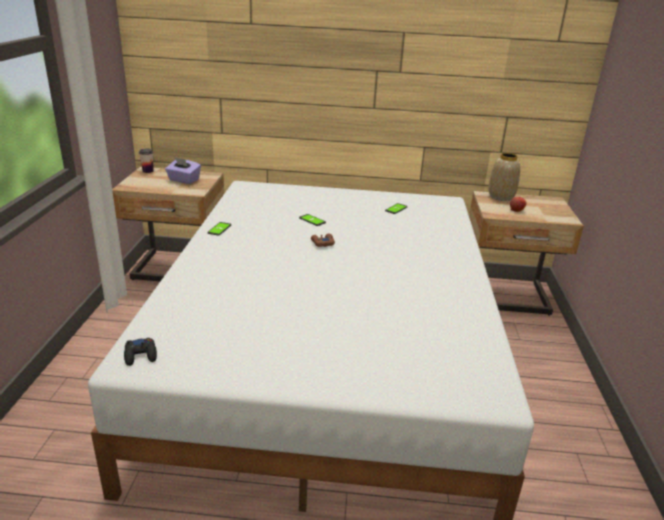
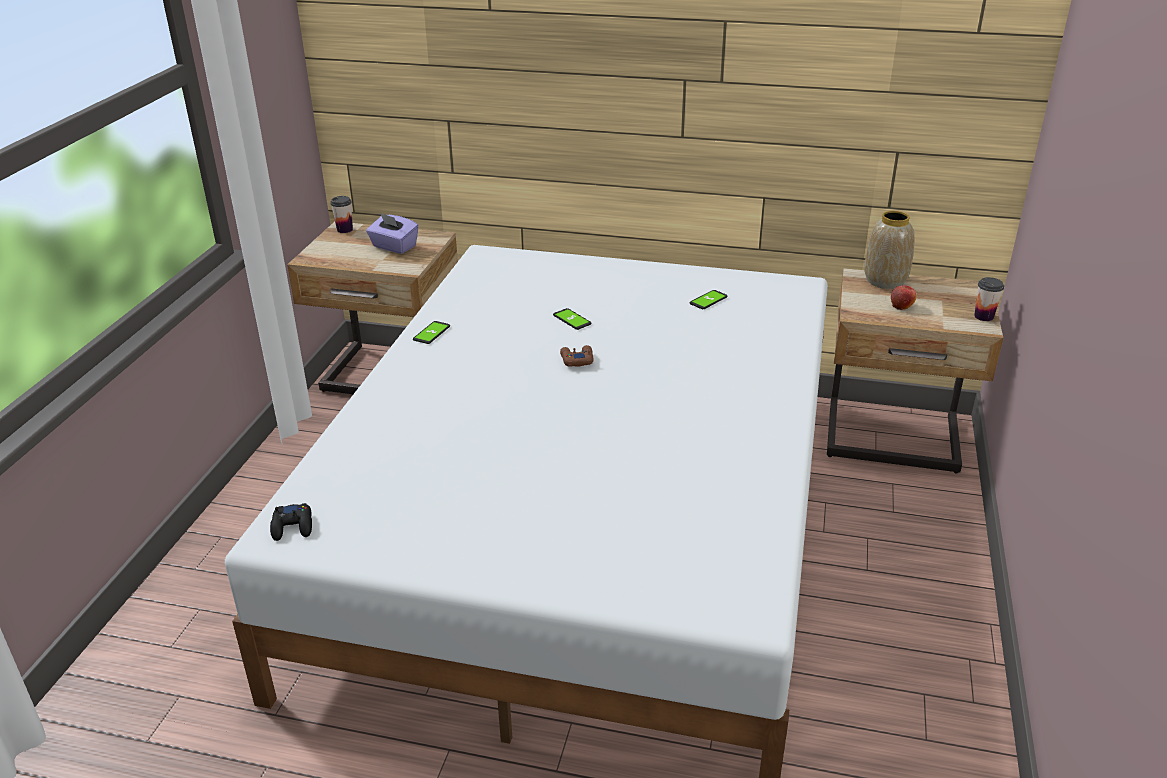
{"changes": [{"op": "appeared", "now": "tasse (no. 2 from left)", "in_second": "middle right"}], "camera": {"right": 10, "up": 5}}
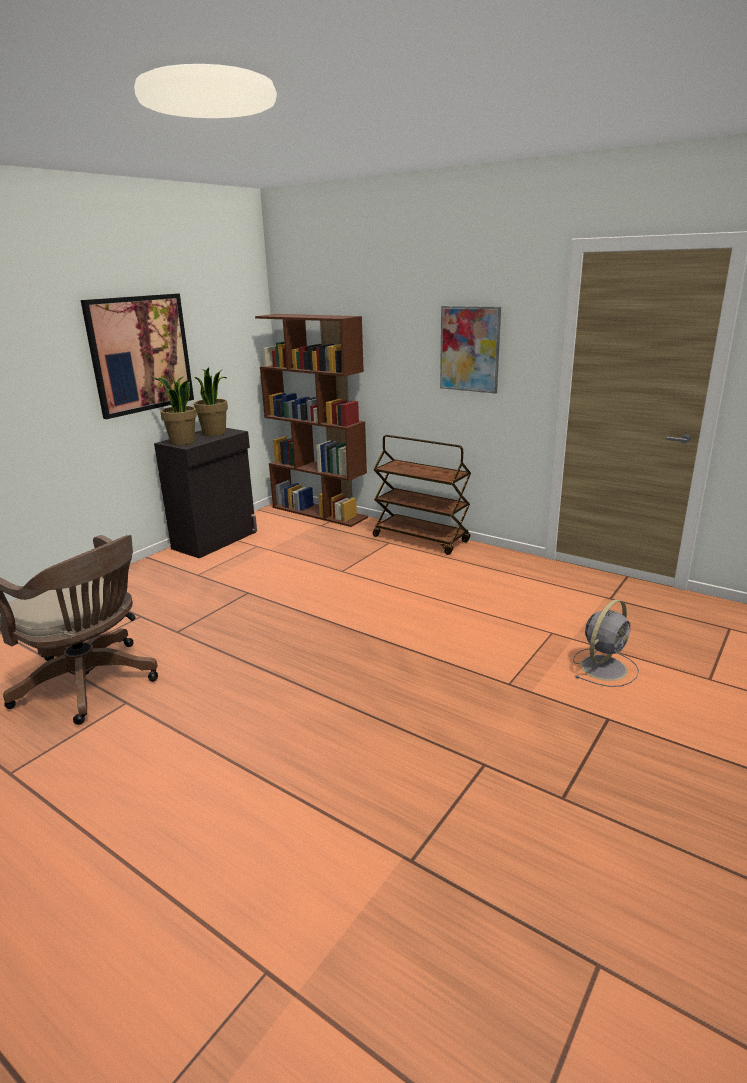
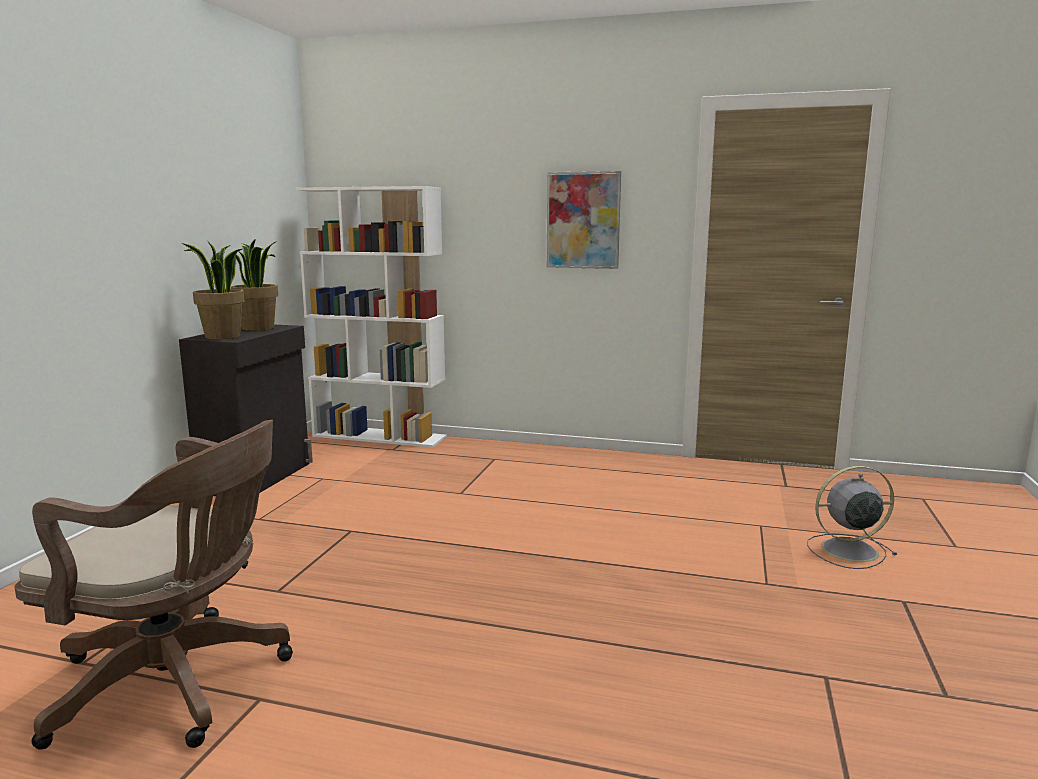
{"changes": [{"op": "missing", "was": "tableau (no. 1 from left)", "in_first": "top left"}, {"op": "colour", "was": "bibliothèque (marron)", "now": "bibliothèque (blanc)", "in_first": "centre", "in_second": "centre"}, {"op": "missing", "was": "chariot (marron)", "in_first": "centre"}, {"op": "spun", "was": "ventilateur (gris)", "in_first": "middle right", "in_second": "middle right", "clockwise": -120}], "camera": {"right": -20, "up": -10}}
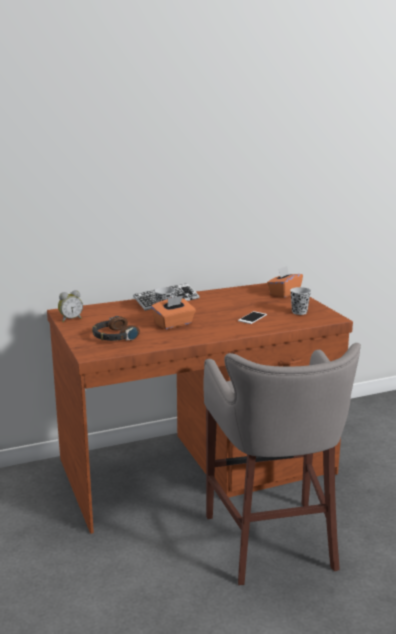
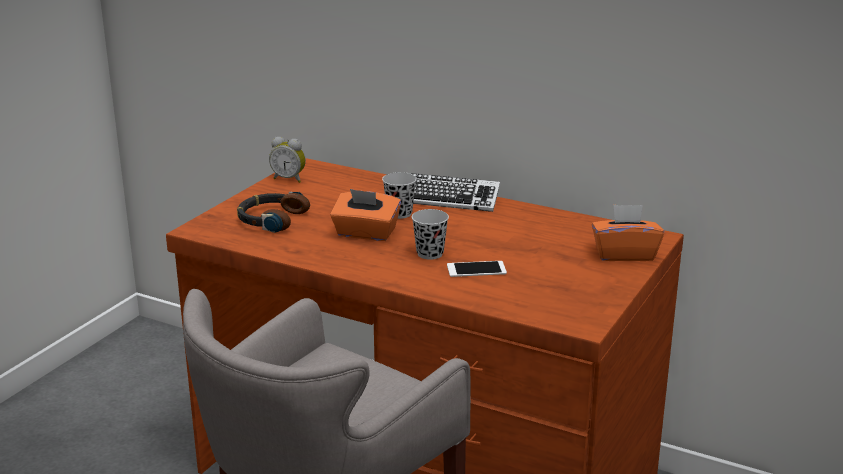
{"changes": [{"op": "relocated", "was": "tasse (noir) (no. 2 from left)", "in_first": "middle right", "in_second": "centre"}], "camera": {"right": 50, "up": 5}}
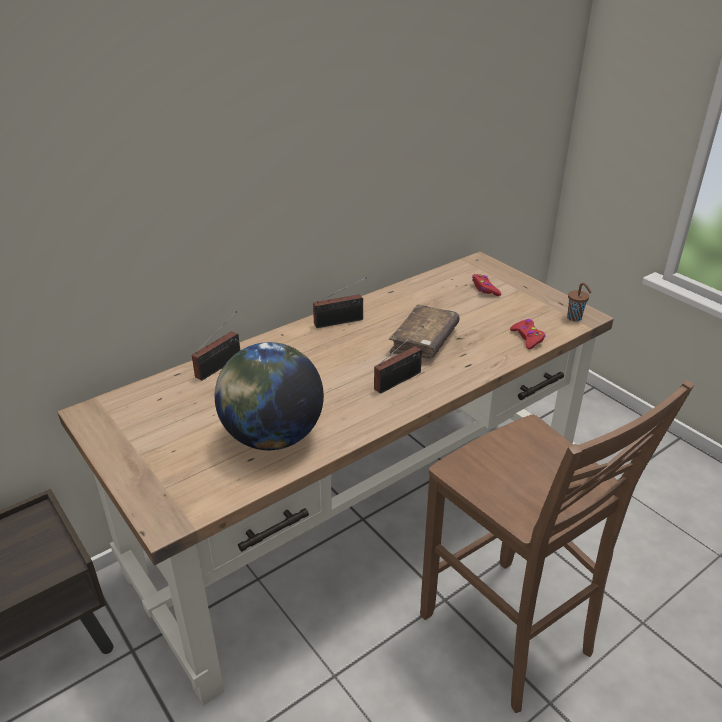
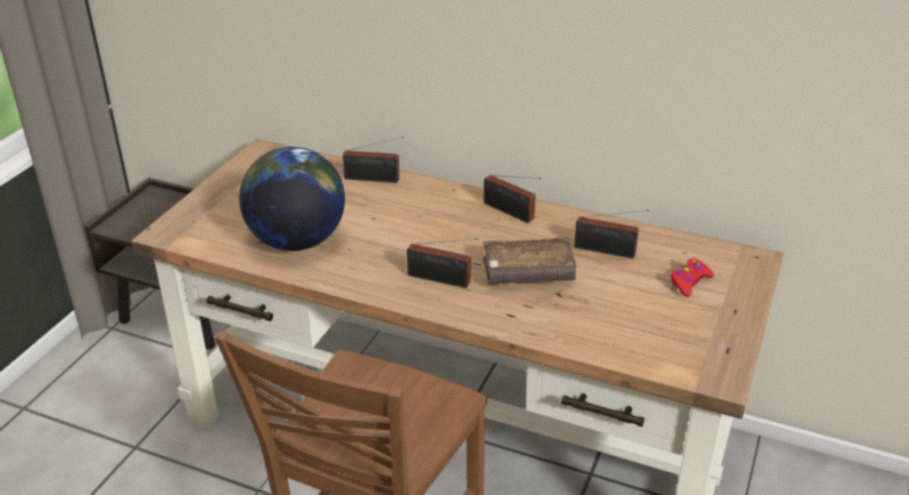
{"changes": [{"op": "missing", "was": "manette (rouge) (no. 2 from left)", "in_first": "middle right"}, {"op": "missing", "was": "tasse (marron)", "in_first": "middle right"}, {"op": "appeared", "now": "radio (no. 4 from left)", "in_second": "middle right"}], "camera": {"right": 60, "up": 0}}
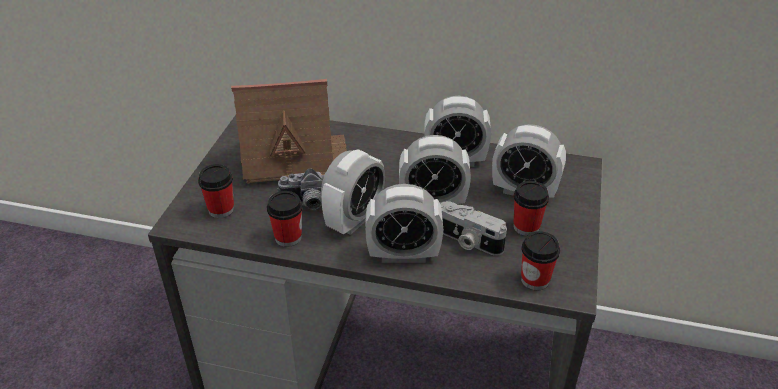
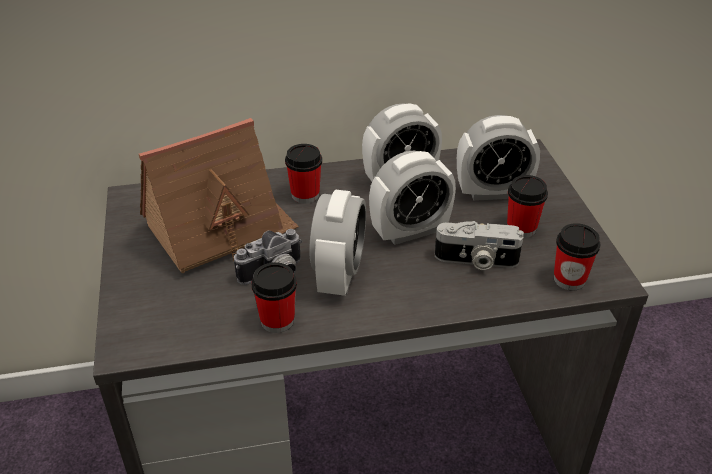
{"changes": [{"op": "relocated", "was": "tasse (no. 1 from left in the first image)", "now": "tasse (no. 2 from left)", "in_first": "middle left", "in_second": "centre"}, {"op": "missing", "was": "réveil (no. 2 from left)", "in_first": "centre"}], "camera": {"right": -25, "up": 0}}
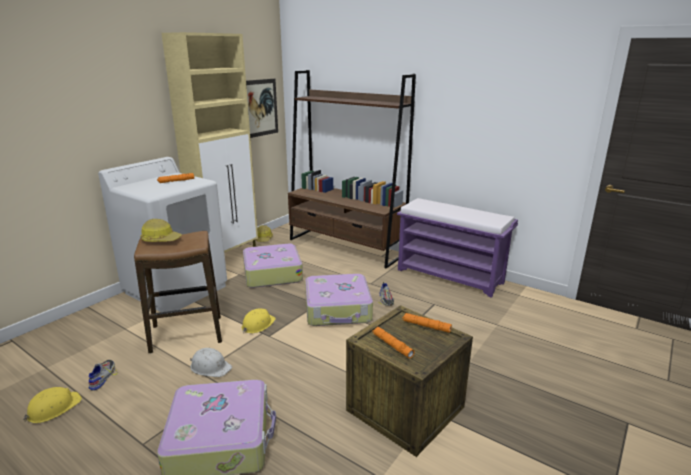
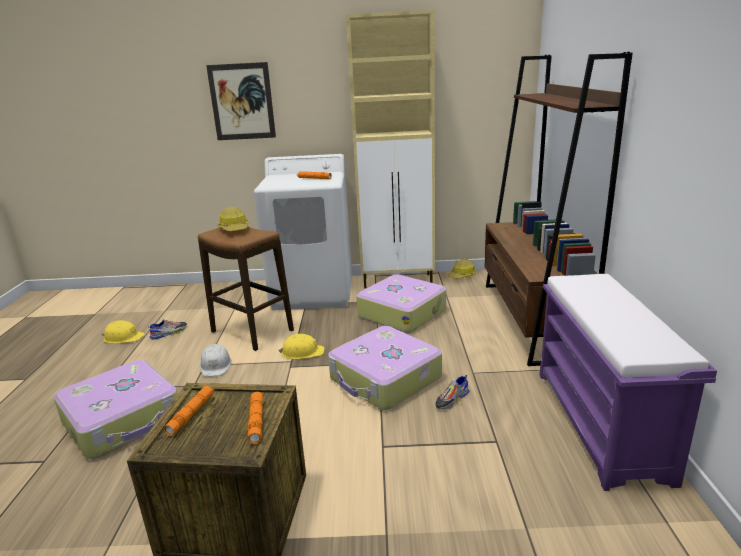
{"changes": [{"op": "relocated", "was": "tableau", "in_first": "top centre", "in_second": "top left"}], "camera": {"right": 55, "up": 0}}
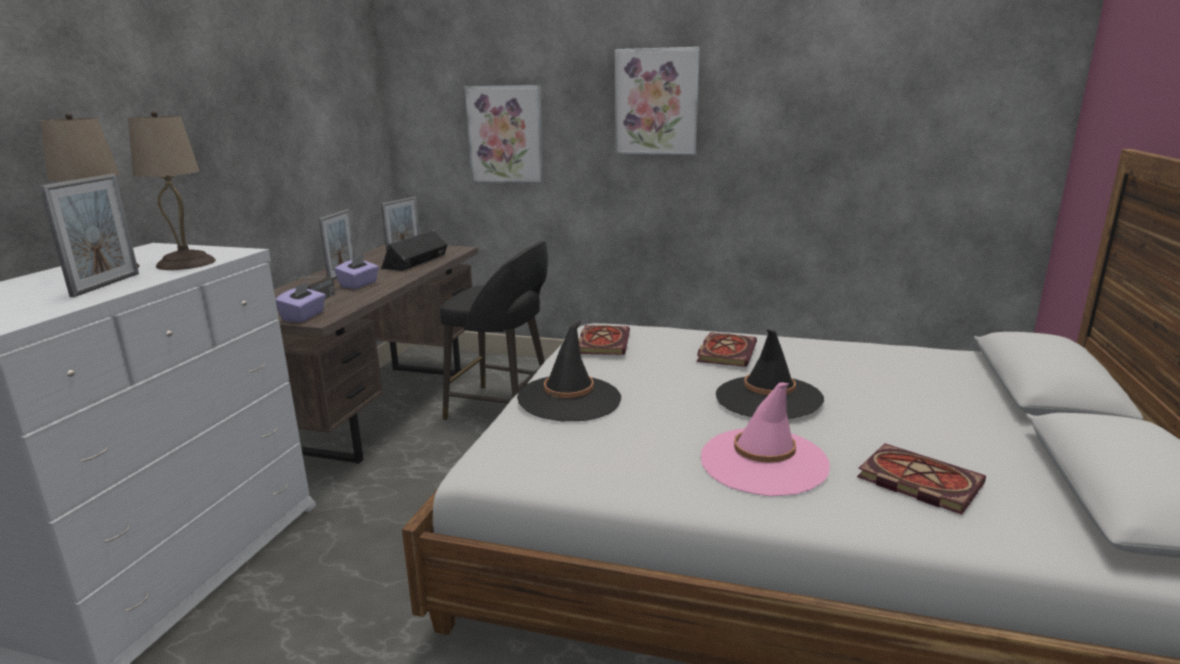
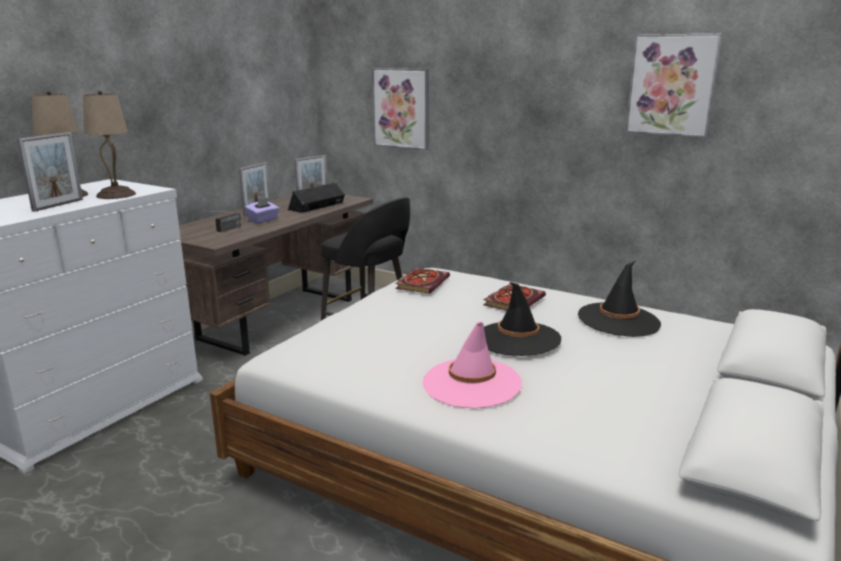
{"changes": [{"op": "missing", "was": "boîte à mouchoirs (violet) (no. 1 from left)", "in_first": "middle left"}, {"op": "relocated", "was": "chapeau (noir) (no. 1 from left in the first image)", "now": "chapeau (noir) (no. 2 from left)", "in_first": "centre", "in_second": "middle right"}, {"op": "relocated", "was": "tableau (no. 2 from left)", "in_first": "top centre", "in_second": "top right"}, {"op": "missing", "was": "livre (no. 3 from left)", "in_first": "bottom right"}], "camera": {"right": 15, "up": 0}}
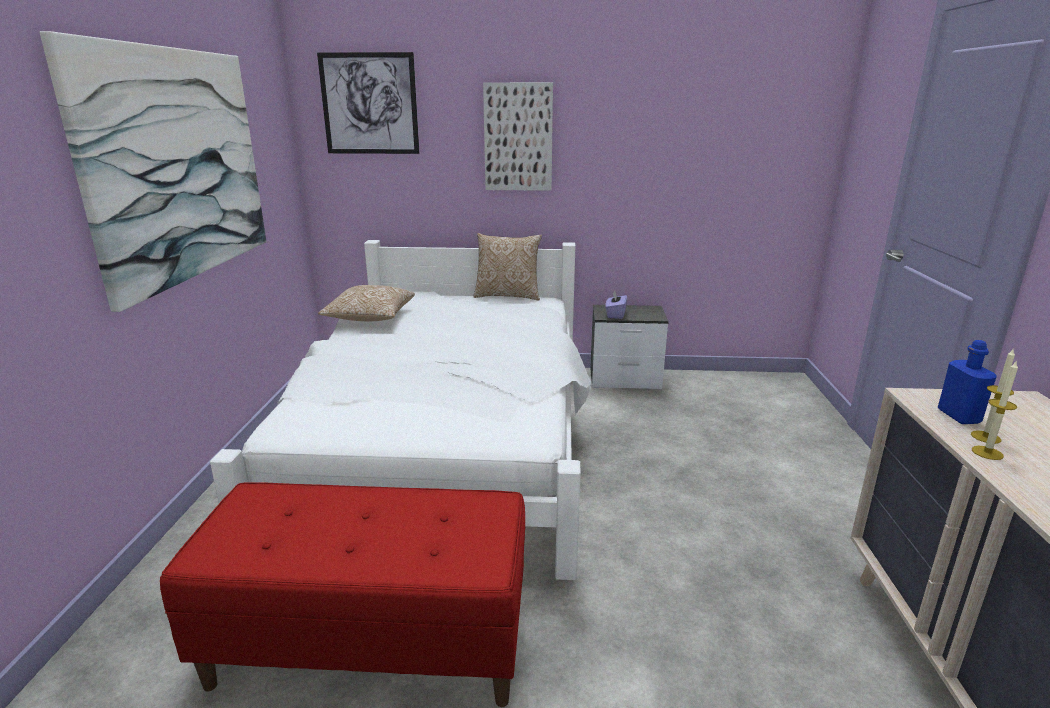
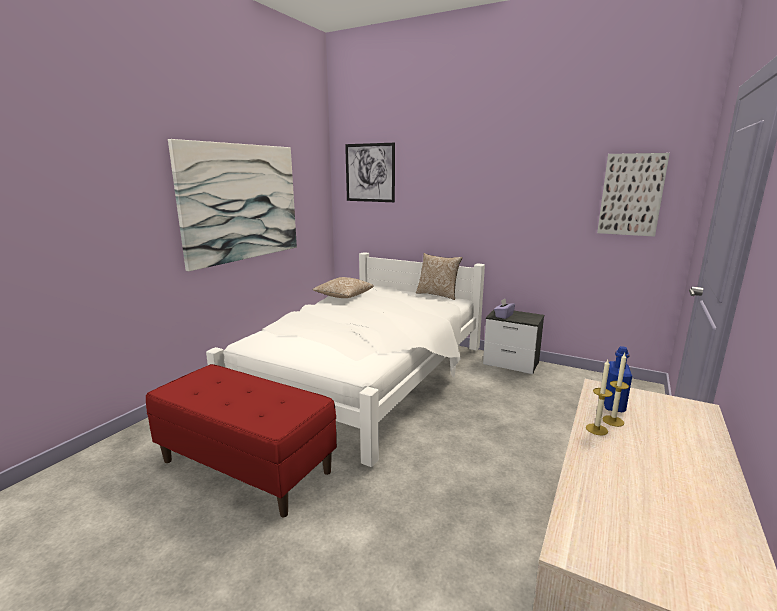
{"changes": [{"op": "relocated", "was": "tableau (no. 3 from left)", "in_first": "top centre", "in_second": "top right"}], "camera": {"right": 25, "up": -5}}
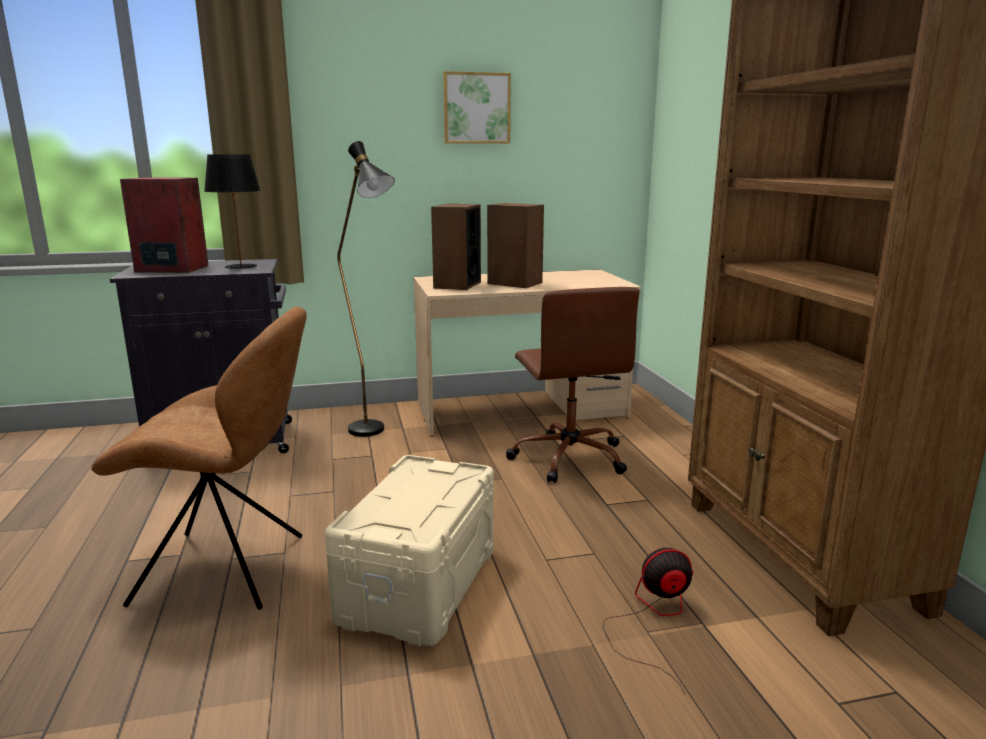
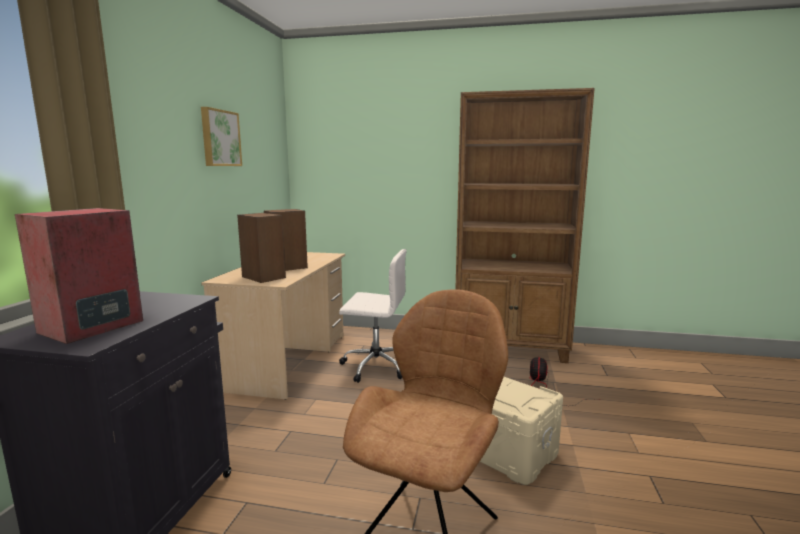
{"changes": [{"op": "missing", "was": "lampe de table (noir)", "in_first": "top left"}, {"op": "missing", "was": "lampadaire (noir)", "in_first": "centre"}, {"op": "colour", "was": "chaise de bureau (marron)", "now": "chaise de bureau (blanc)", "in_first": "centre", "in_second": "centre"}], "camera": {"right": -65, "up": -5}}
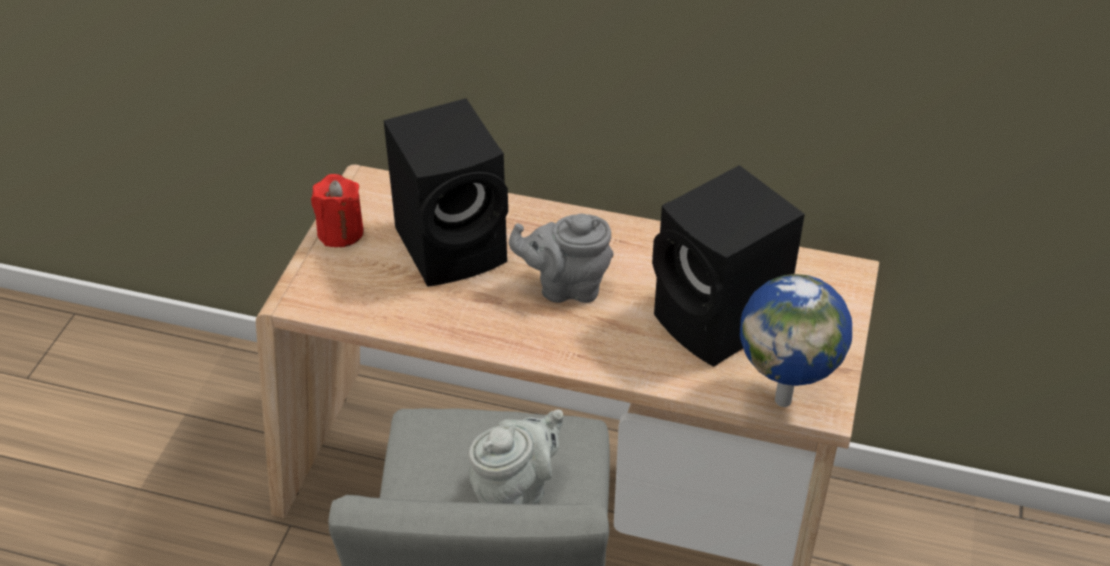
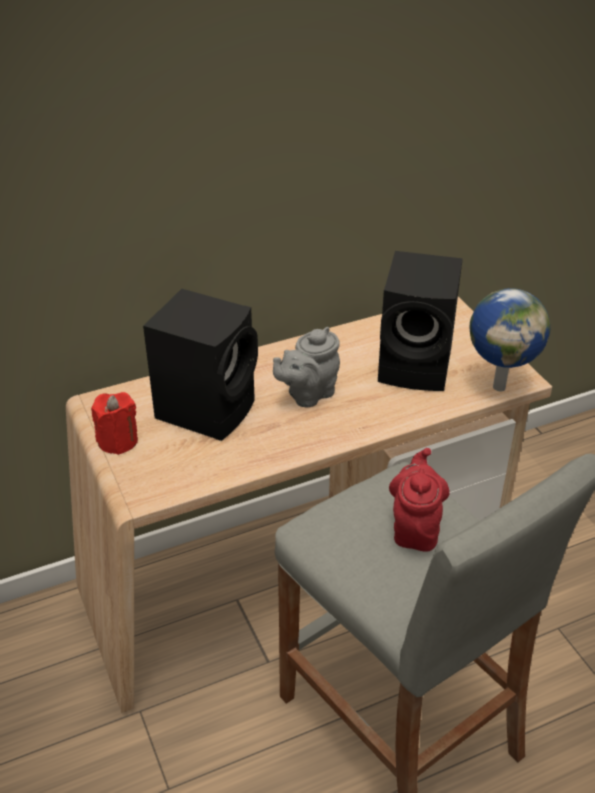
{"changes": [{"op": "colour", "was": "théière (gris) (no. 1 from left)", "now": "théière (rouge)", "in_first": "bottom centre", "in_second": "middle right"}], "camera": {"right": -40, "up": -5}}
